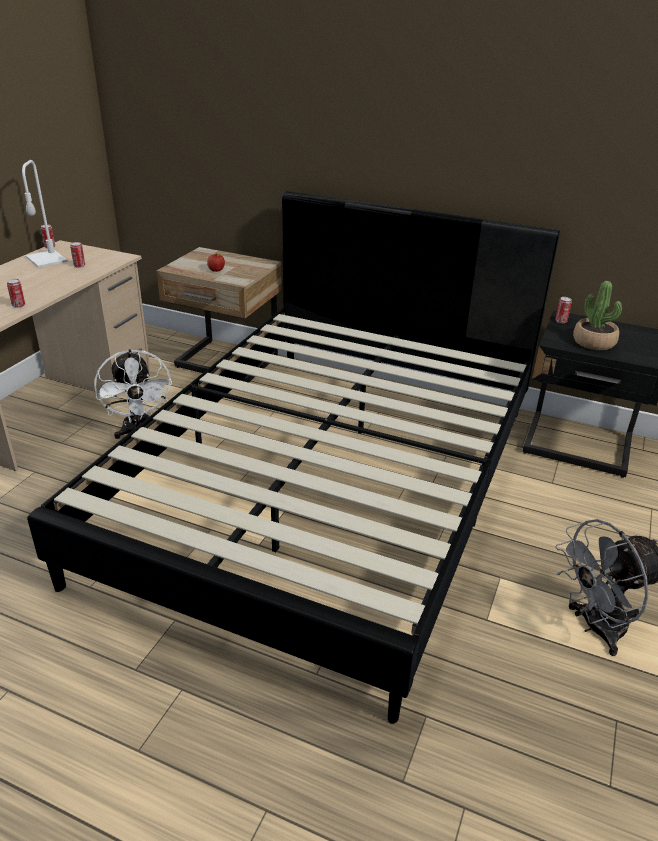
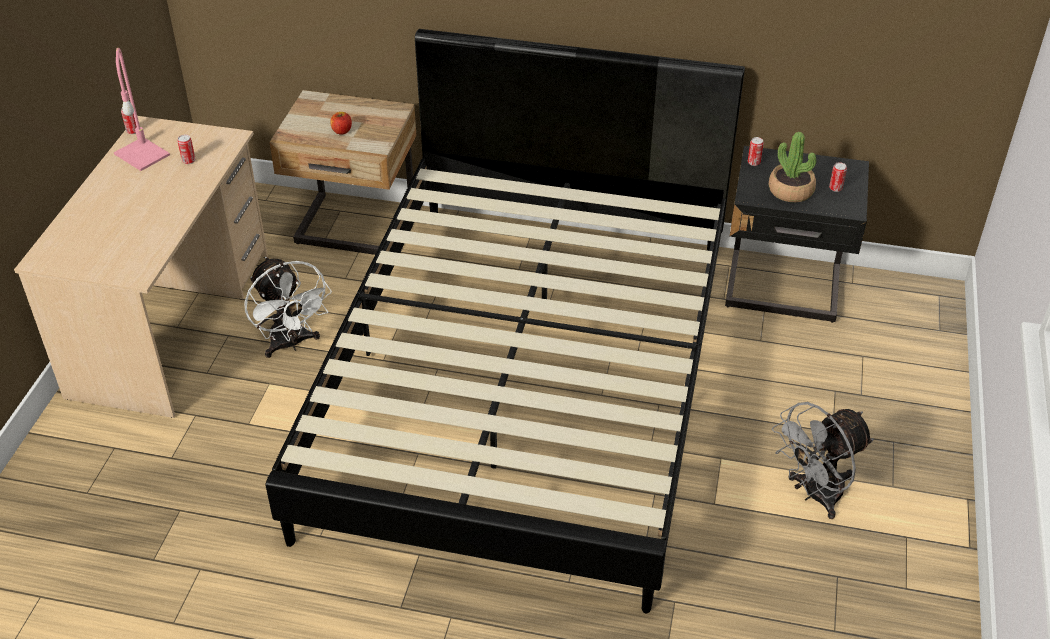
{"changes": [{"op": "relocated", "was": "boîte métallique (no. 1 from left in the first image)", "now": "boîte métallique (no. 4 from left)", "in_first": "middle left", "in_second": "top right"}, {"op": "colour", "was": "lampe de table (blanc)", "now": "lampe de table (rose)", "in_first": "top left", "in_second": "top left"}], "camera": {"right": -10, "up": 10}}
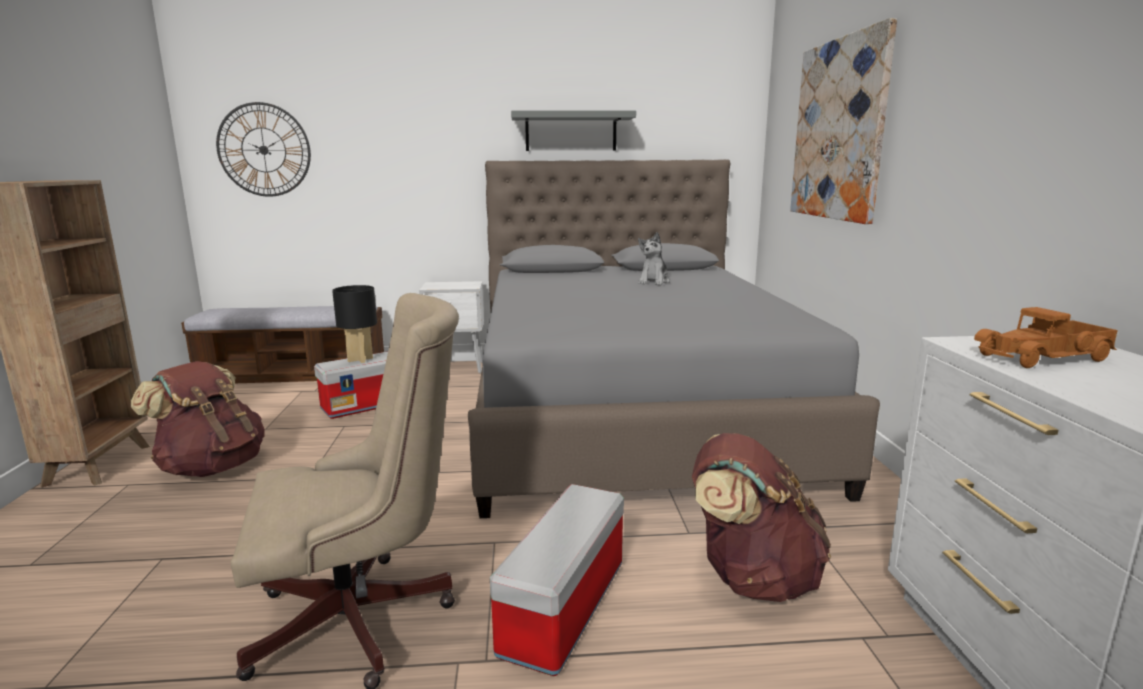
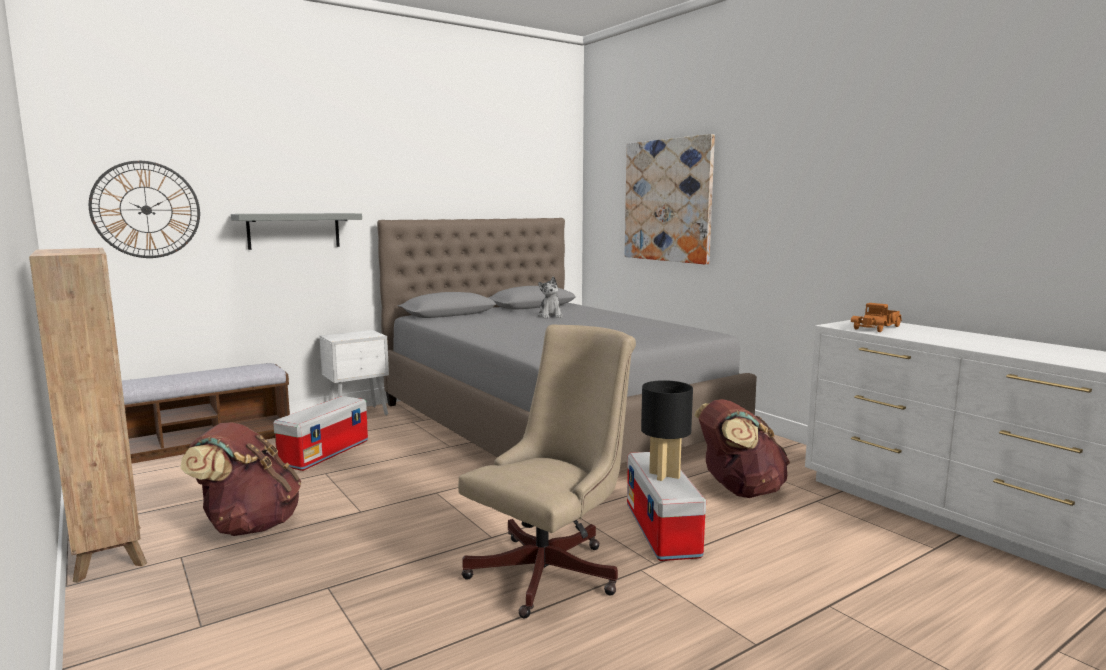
{"changes": [{"op": "relocated", "was": "lampe de table (noir)", "in_first": "middle left", "in_second": "centre"}, {"op": "relocated", "was": "étagère (gris)", "in_first": "top centre", "in_second": "middle left"}], "camera": {"right": -30, "up": -5}}
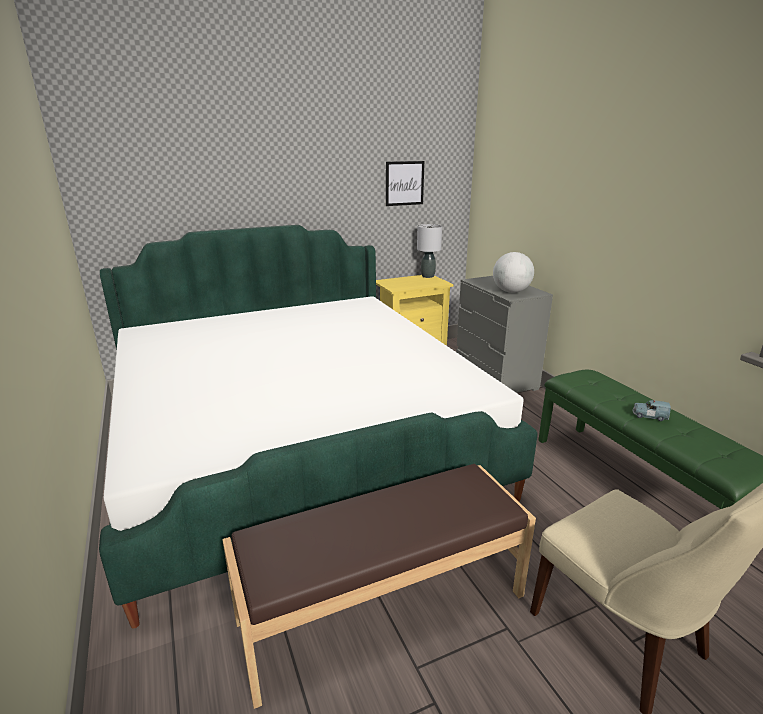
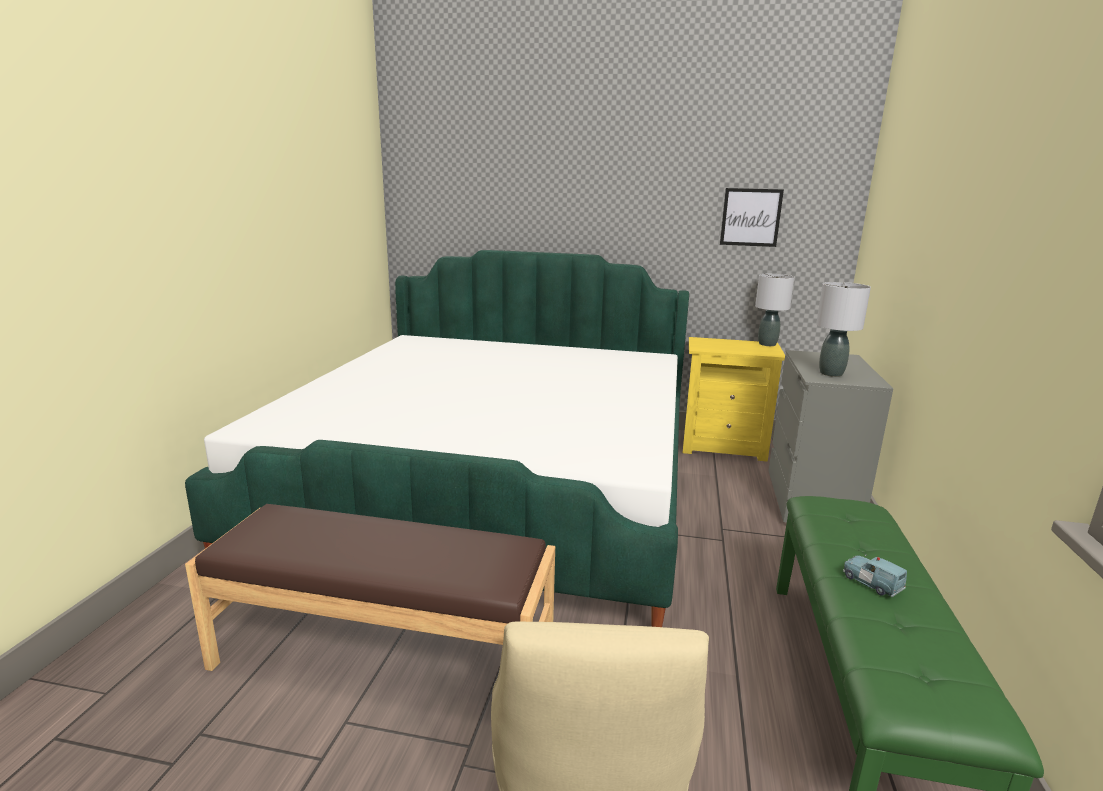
{"changes": [{"op": "exchanged", "was": "globe", "now": "lampe de table (gris) (no. 2 from left)", "in_first": "middle right", "in_second": "middle right"}], "camera": {"right": 35, "up": -5}}
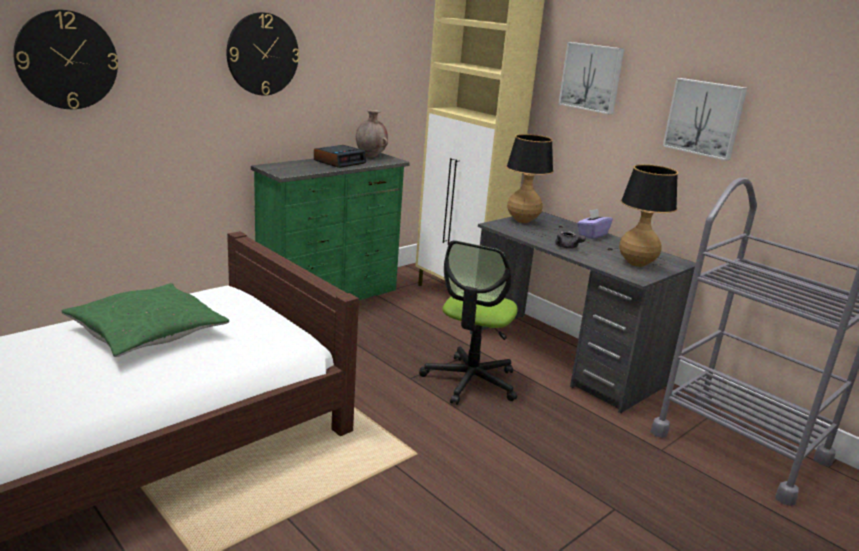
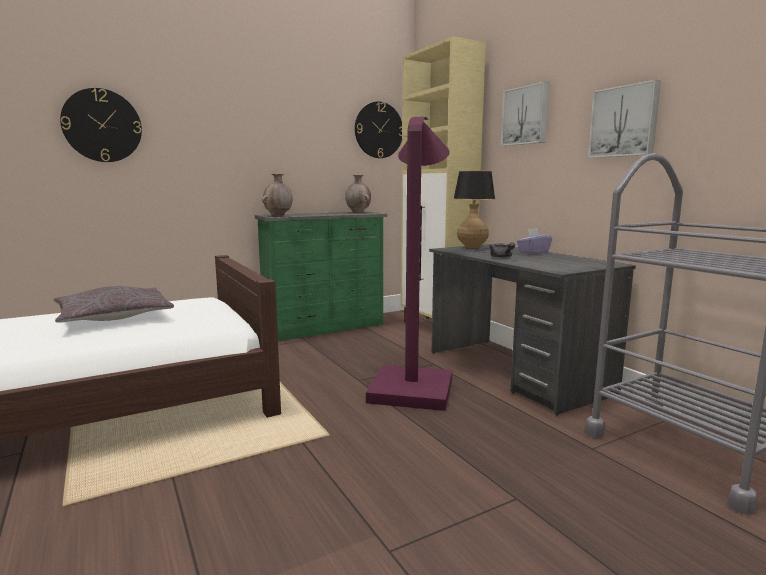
{"changes": [{"op": "colour", "was": "coussin (vert)", "now": "coussin (gris)", "in_first": "middle left", "in_second": "middle left"}, {"op": "relocated", "was": "horloge murale (no. 2 from left)", "in_first": "top left", "in_second": "top centre"}, {"op": "missing", "was": "réveil", "in_first": "top centre"}, {"op": "exchanged", "was": "chaise de bureau", "now": "lampadaire (violet)", "in_first": "centre", "in_second": "centre"}, {"op": "missing", "was": "lampe de table (no. 2 from left)", "in_first": "middle right"}, {"op": "appeared", "now": "vase (marron) (no. 1 from left)", "in_second": "centre"}], "camera": {"right": 15, "up": -10}}
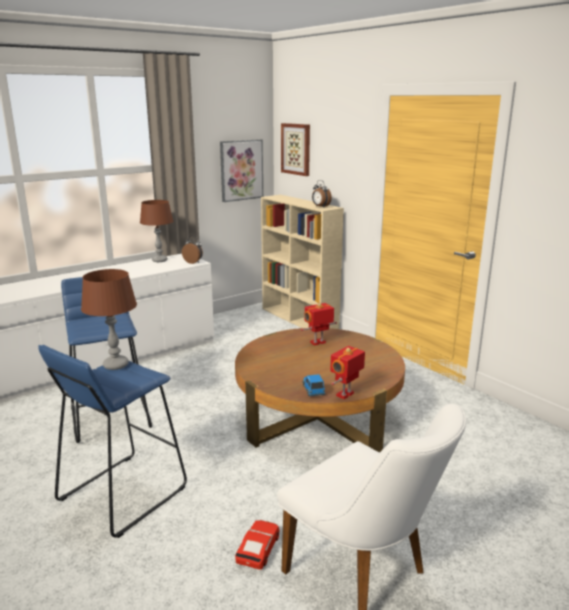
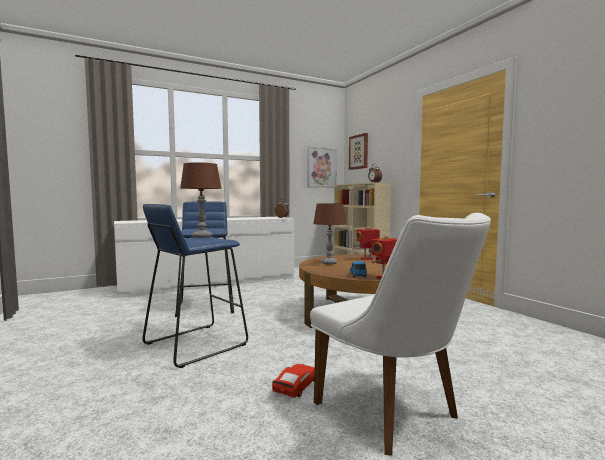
{"changes": [{"op": "relocated", "was": "lampe de table (marron) (no. 2 from left)", "in_first": "middle left", "in_second": "centre"}], "camera": {"right": 10, "up": -15}}
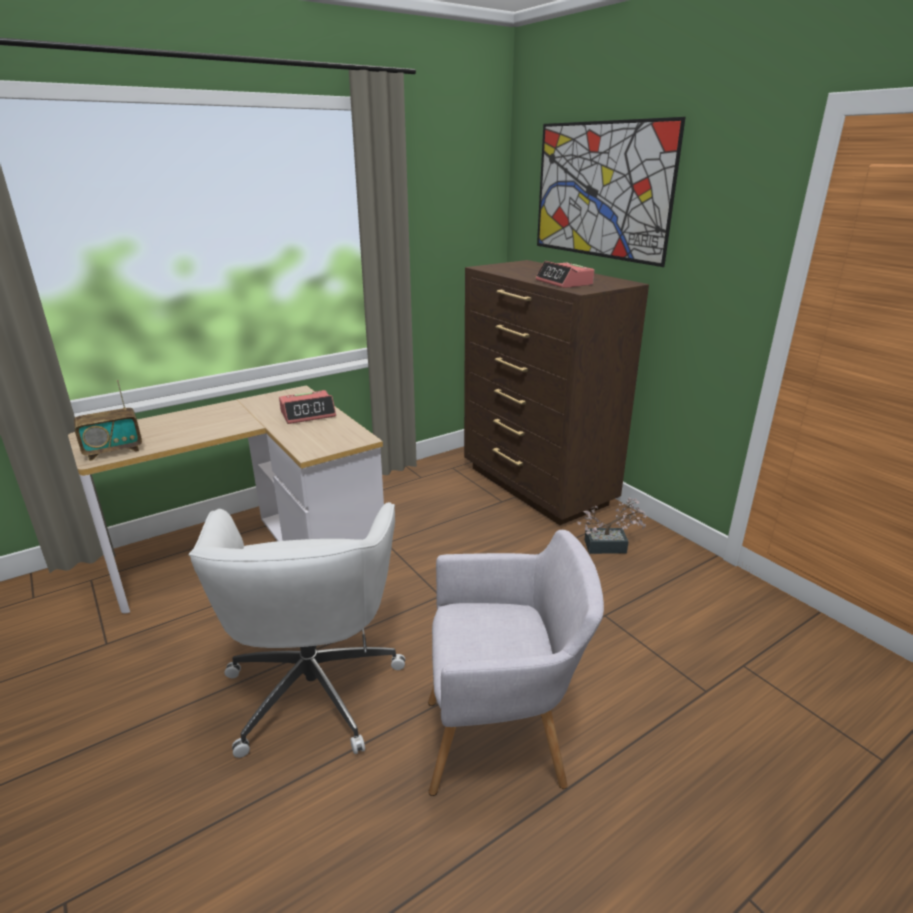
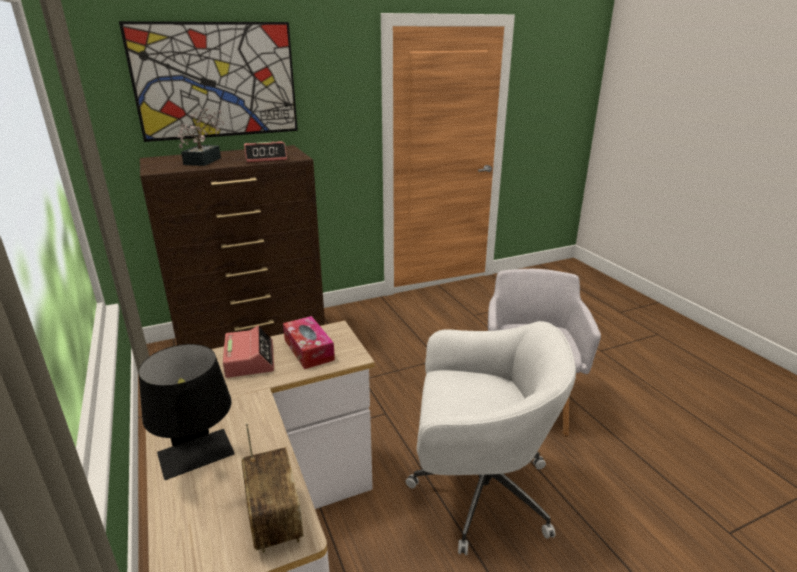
{"changes": [{"op": "relocated", "was": "plante en pot", "in_first": "middle right", "in_second": "top left"}, {"op": "appeared", "now": "lampe de table (noir)", "in_second": "bottom left"}, {"op": "appeared", "now": "boîte à mouchoirs", "in_second": "centre"}], "camera": {"right": -80, "up": 0}}
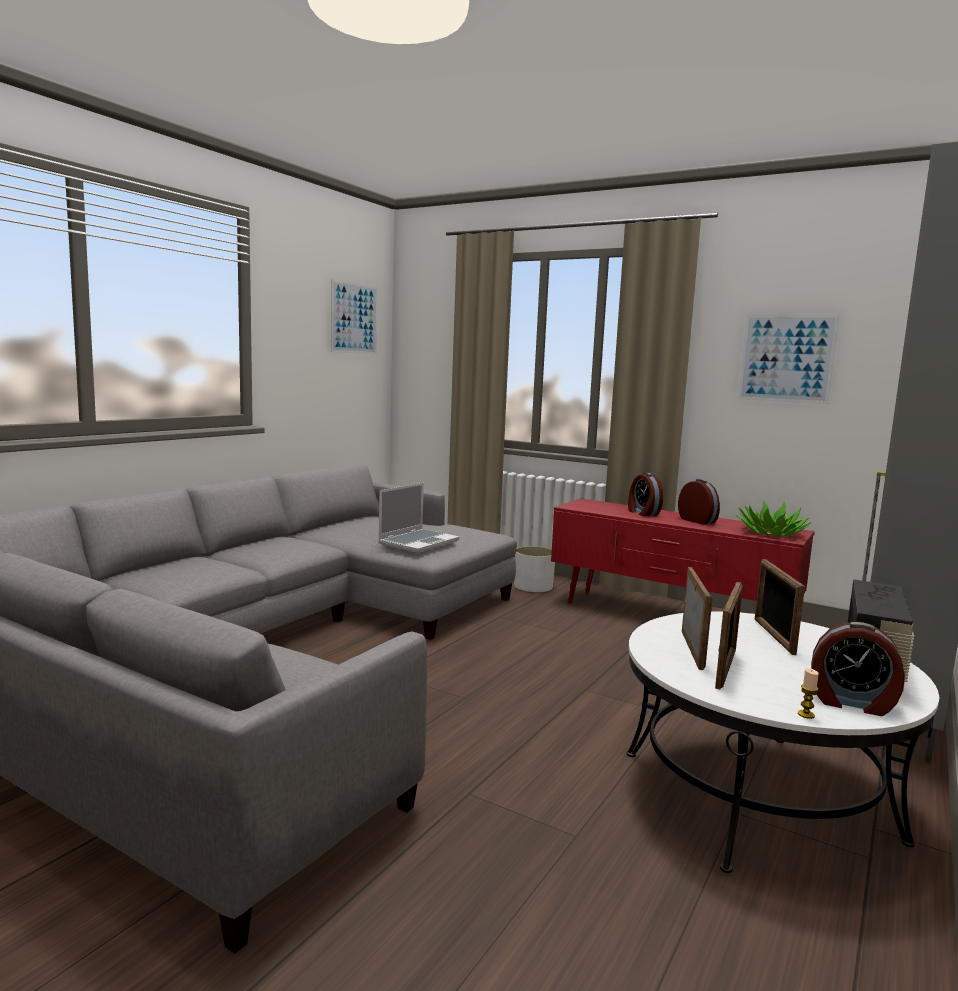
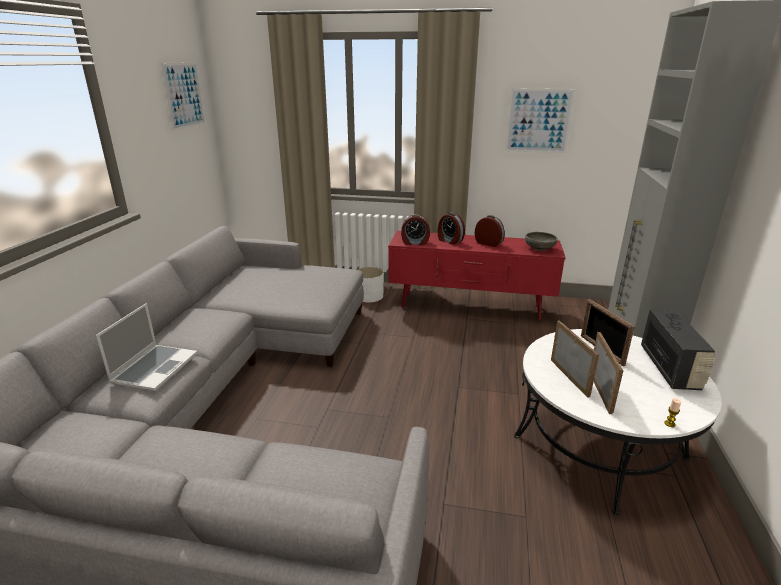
{"changes": [{"op": "relocated", "was": "ordinateur portable", "in_first": "centre", "in_second": "middle left"}, {"op": "exchanged", "was": "plante en pot", "now": "bol (gris)", "in_first": "middle right", "in_second": "middle right"}, {"op": "relocated", "was": "réveil (no. 3 from left in the first image)", "now": "réveil (no. 1 from left)", "in_first": "bottom right", "in_second": "centre"}], "camera": {"right": -20, "up": 15}}
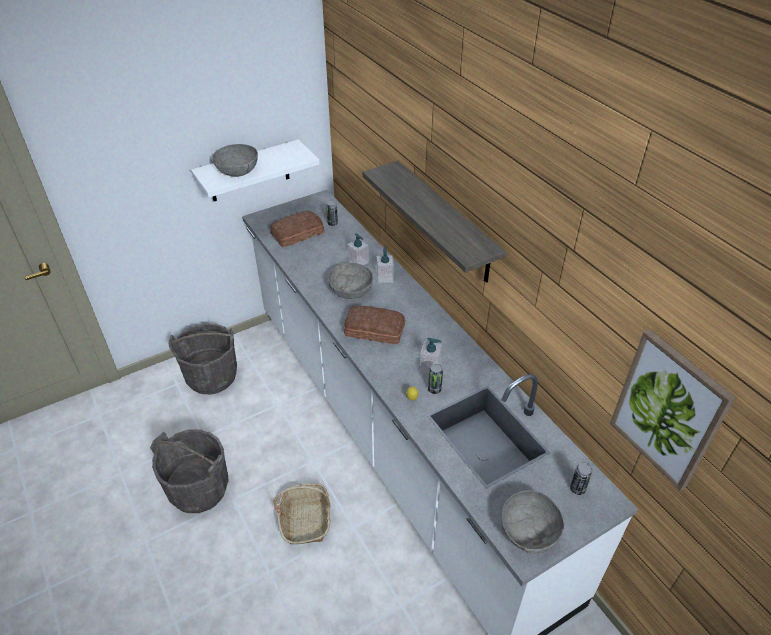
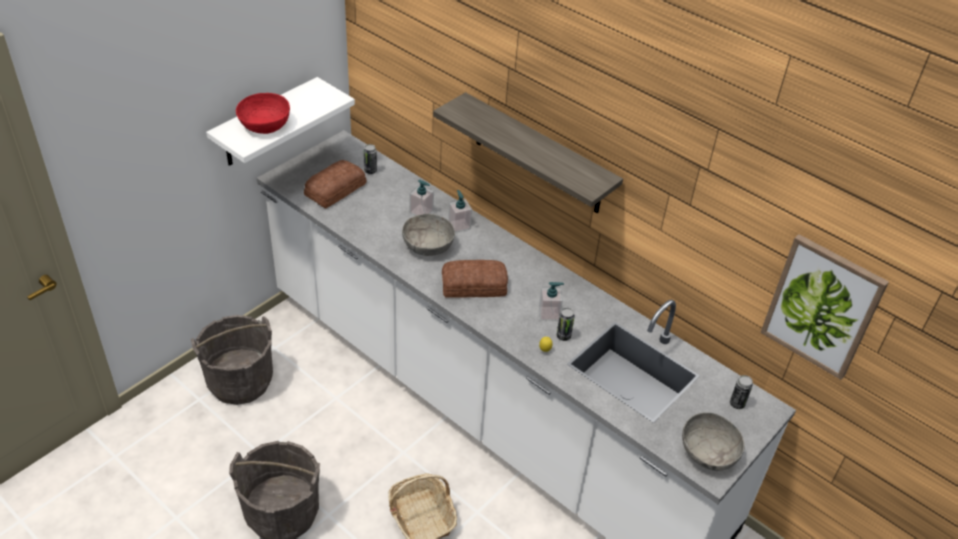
{"changes": [{"op": "colour", "was": "bol (gris) (no. 1 from left)", "now": "bol (rouge)", "in_first": "top left", "in_second": "top left"}], "camera": {"right": -20, "up": 0}}
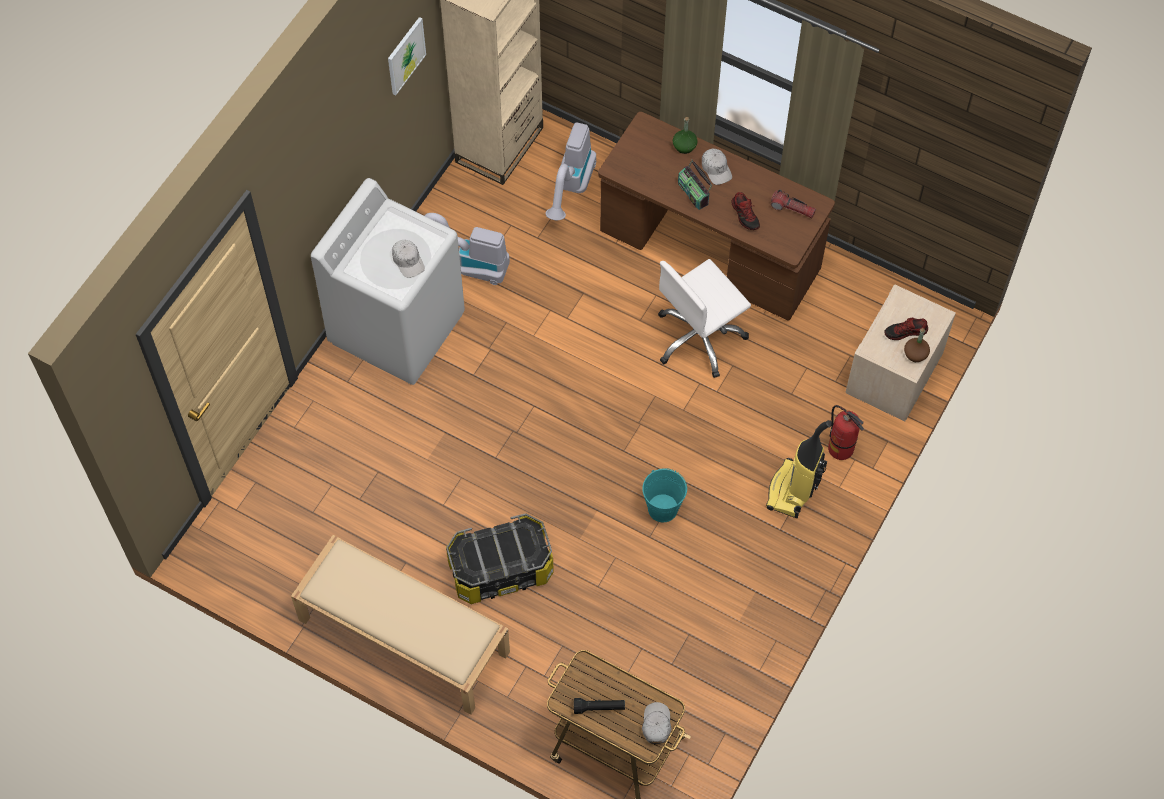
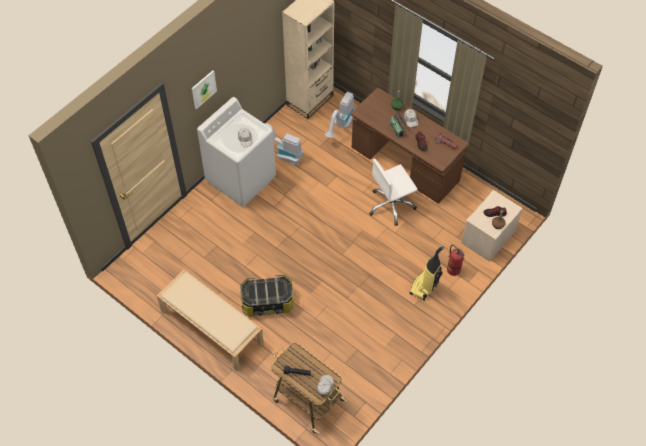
{"changes": [{"op": "relocated", "was": "tableau", "in_first": "top centre", "in_second": "top left"}, {"op": "missing", "was": "seau (turquoise)", "in_first": "centre"}], "camera": {"right": 10, "up": -5}}
